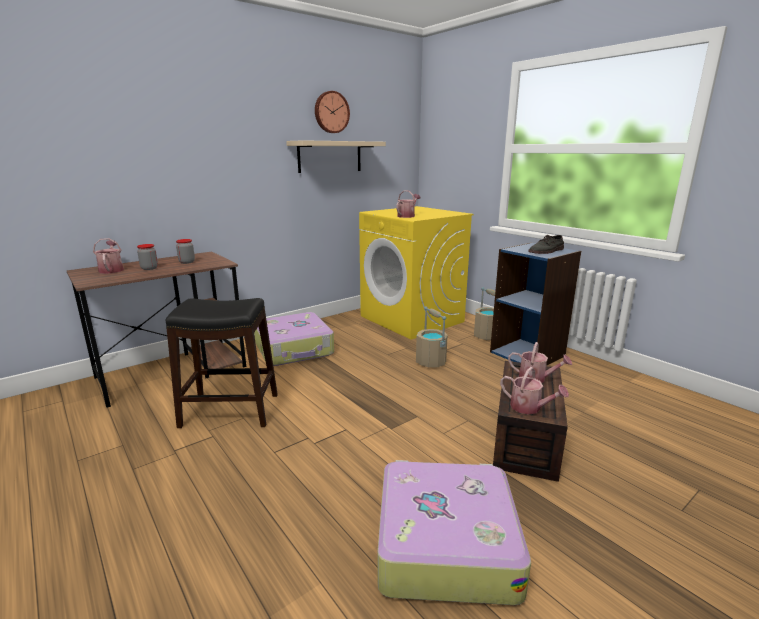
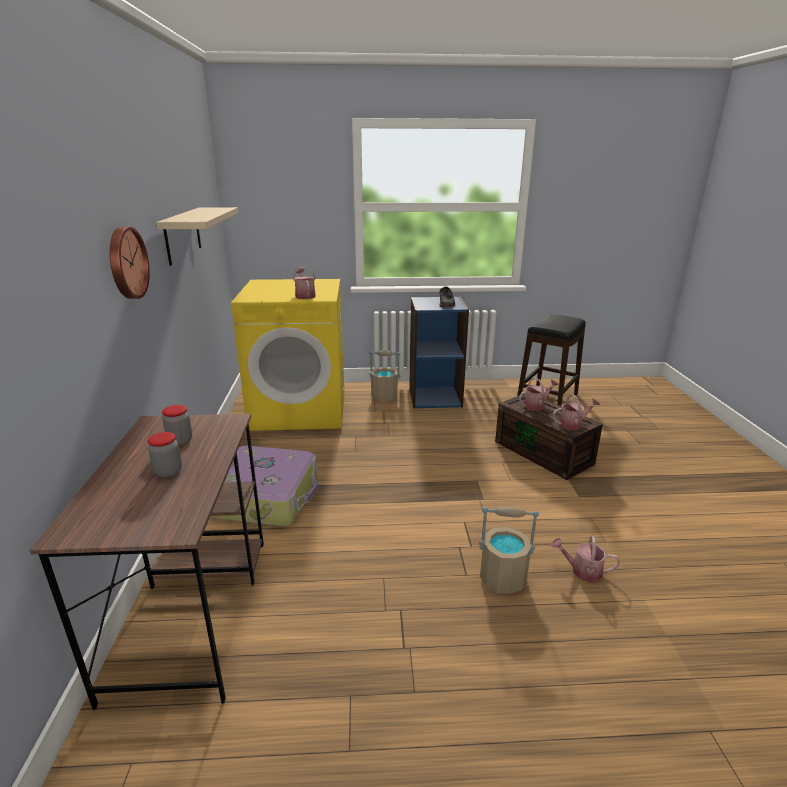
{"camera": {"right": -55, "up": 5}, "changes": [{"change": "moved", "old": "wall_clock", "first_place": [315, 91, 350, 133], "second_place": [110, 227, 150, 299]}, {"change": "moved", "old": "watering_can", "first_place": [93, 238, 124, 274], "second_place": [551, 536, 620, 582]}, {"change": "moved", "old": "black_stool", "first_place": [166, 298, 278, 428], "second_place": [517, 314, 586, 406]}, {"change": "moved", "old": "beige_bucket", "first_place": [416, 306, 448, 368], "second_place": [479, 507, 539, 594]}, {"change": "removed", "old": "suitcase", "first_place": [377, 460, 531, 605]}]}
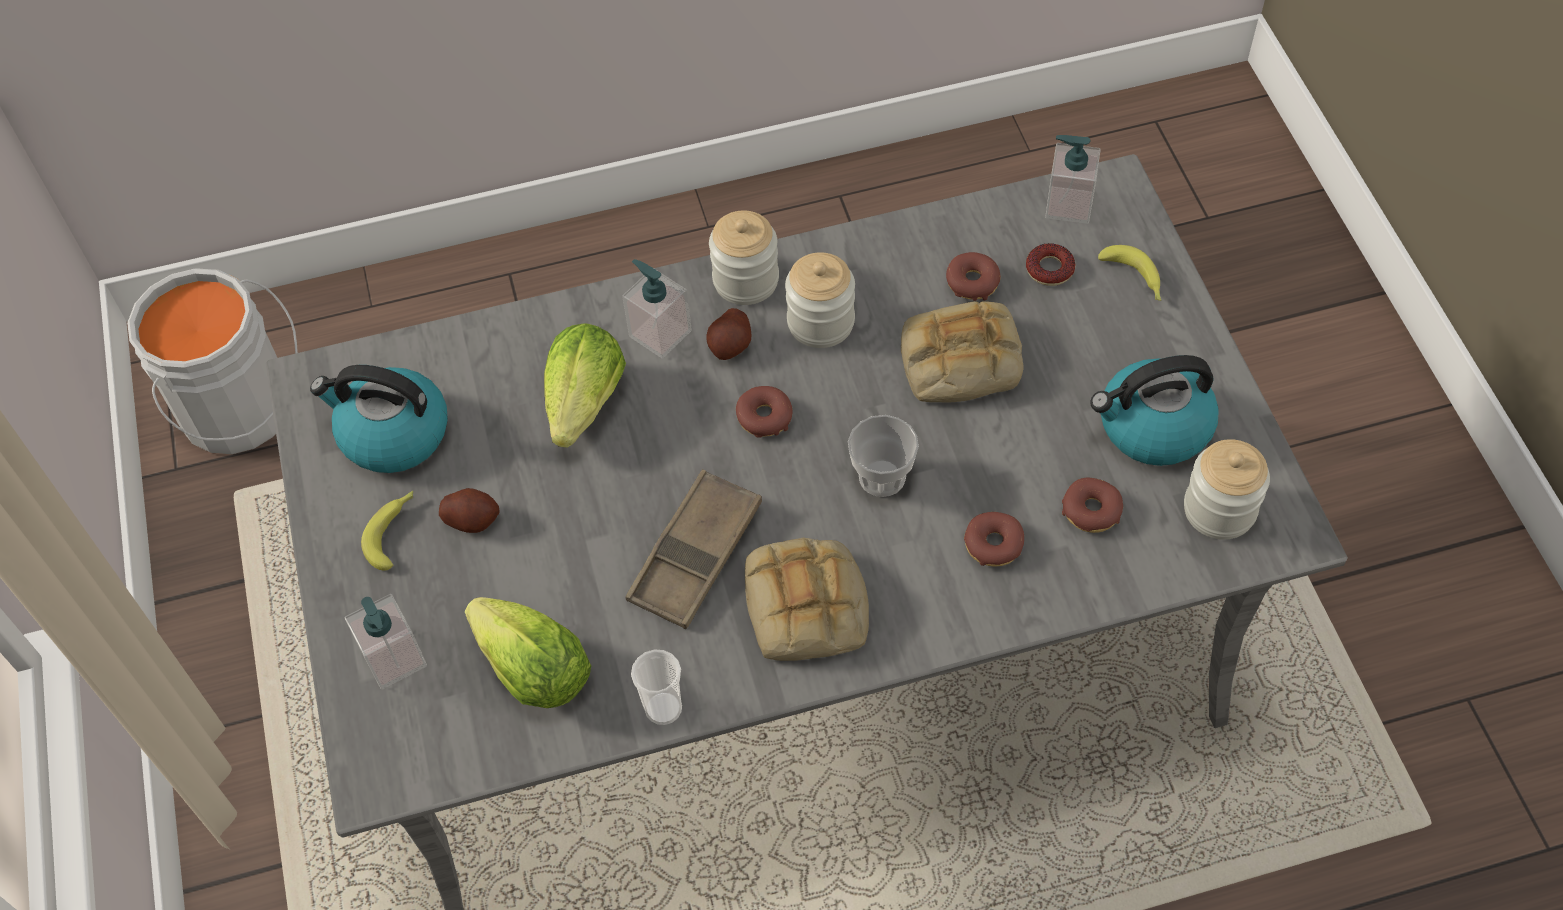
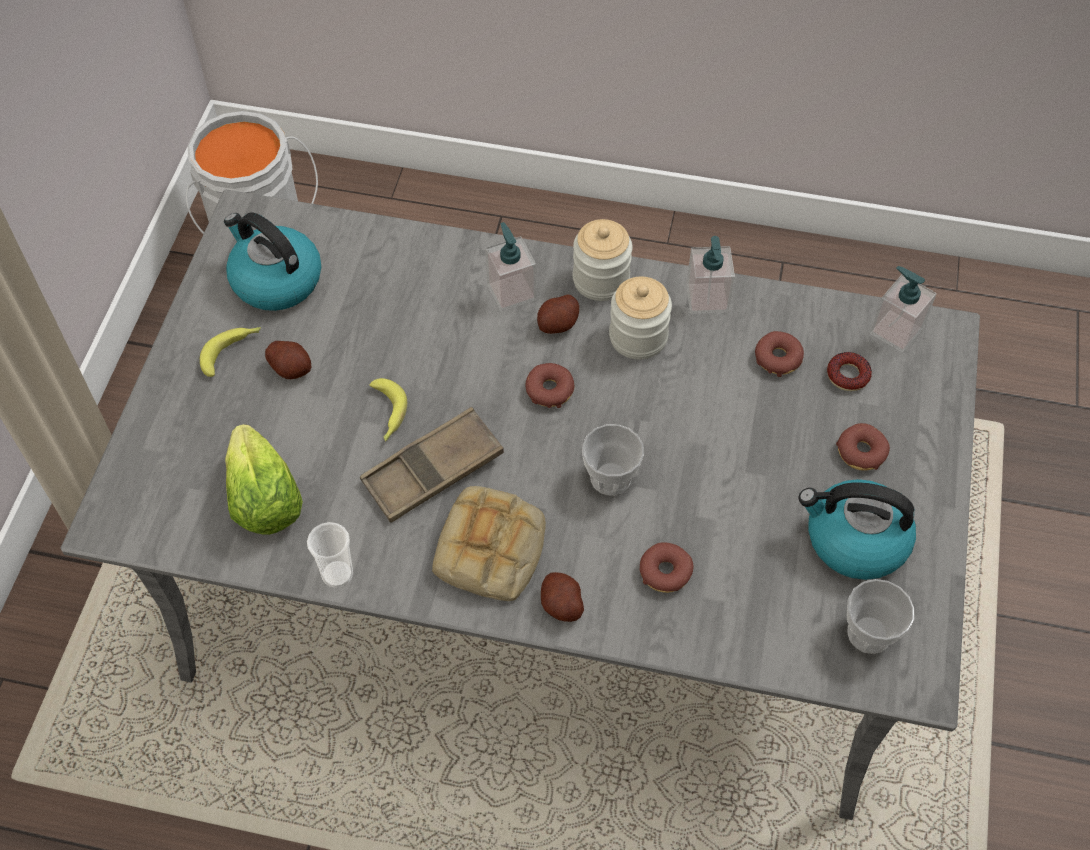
{"camera": {"right": 25, "up": 0}, "changes": [{"change": "moved", "old": "banana", "first_place": [1098, 245, 1161, 301], "second_place": [369, 378, 407, 441]}, {"change": "removed", "old": "bread", "first_place": [901, 301, 1023, 402]}, {"change": "removed", "old": "lettuce", "first_place": [544, 323, 626, 448]}, {"change": "replaced", "old": "jar", "new": "cup", "first_place": [1184, 439, 1270, 540], "second_place": [847, 579, 914, 654]}, {"change": "moved", "old": "donut", "first_place": [1062, 478, 1123, 533], "second_place": [836, 423, 890, 470]}, {"change": "moved", "old": "soap_dispenser", "first_place": [345, 594, 427, 690], "second_place": [686, 236, 735, 314]}, {"change": "added", "new": "potato", "second_place": [541, 572, 584, 622]}]}
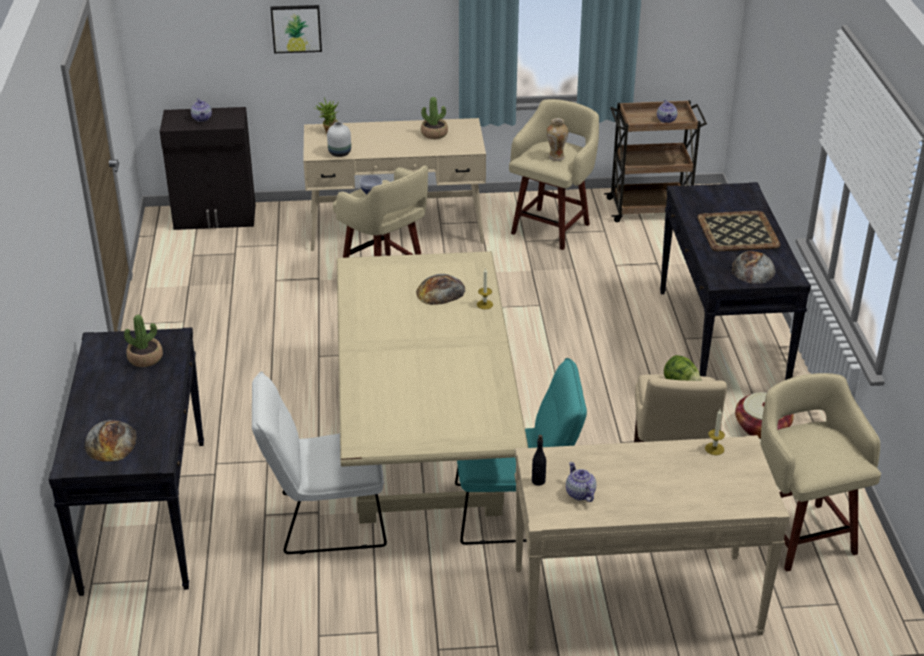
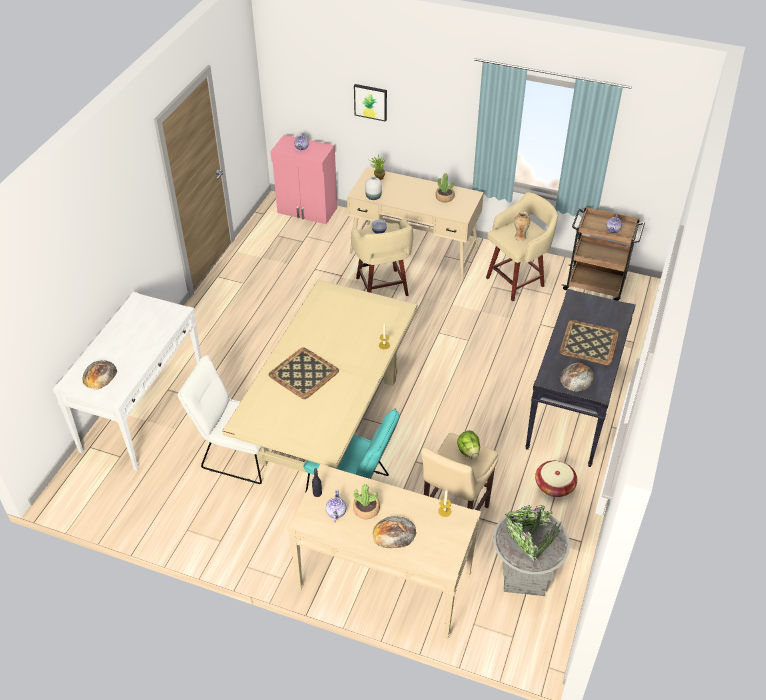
{"camera": {"right": 25, "up": 10}, "changes": [{"change": "recoloured", "old": "black_cabinet", "new": "pink_cabinet", "first_place": [160, 107, 255, 230], "second_place": [270, 135, 337, 224]}, {"change": "moved", "old": "bread", "first_place": [416, 274, 465, 305], "second_place": [373, 516, 417, 548]}, {"change": "moved", "old": "potted_plant", "first_place": [124, 315, 163, 367], "second_place": [353, 484, 380, 519]}, {"change": "recoloured", "old": "black_console_table", "new": "white_console_table", "first_place": [49, 328, 204, 596], "second_place": [53, 292, 201, 471]}, {"change": "replaced", "old": "beige_stool", "new": "grey_planter", "first_place": [761, 373, 881, 572], "second_place": [493, 505, 570, 596]}, {"change": "added", "new": "tray", "second_place": [269, 347, 339, 399]}]}
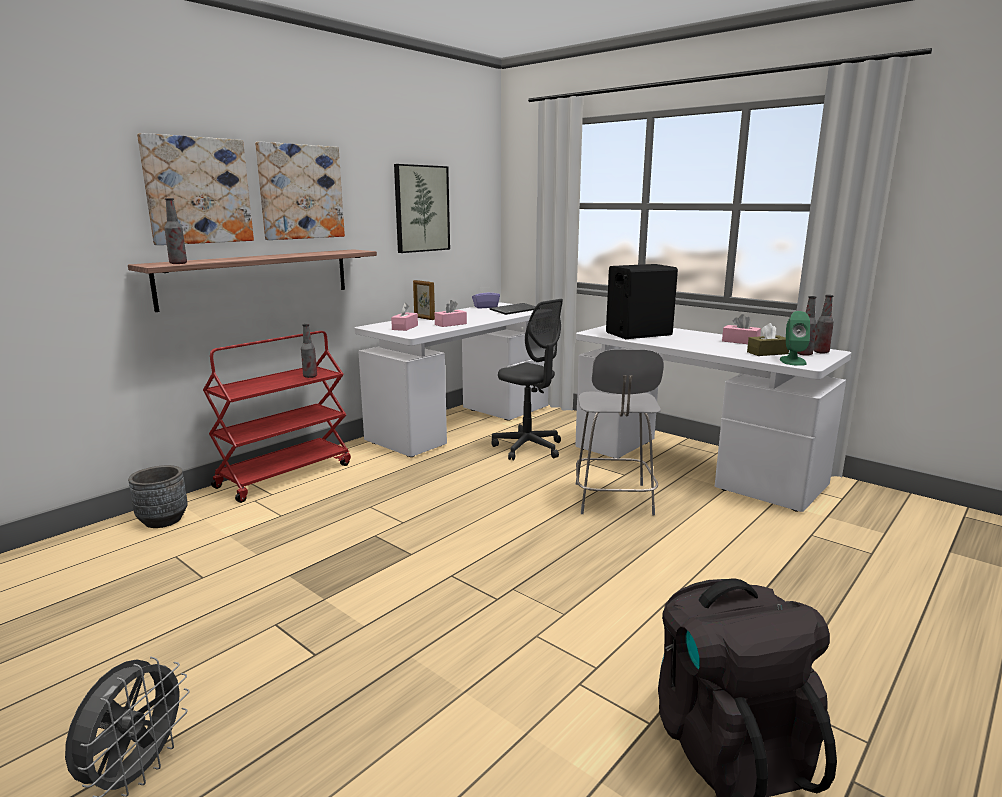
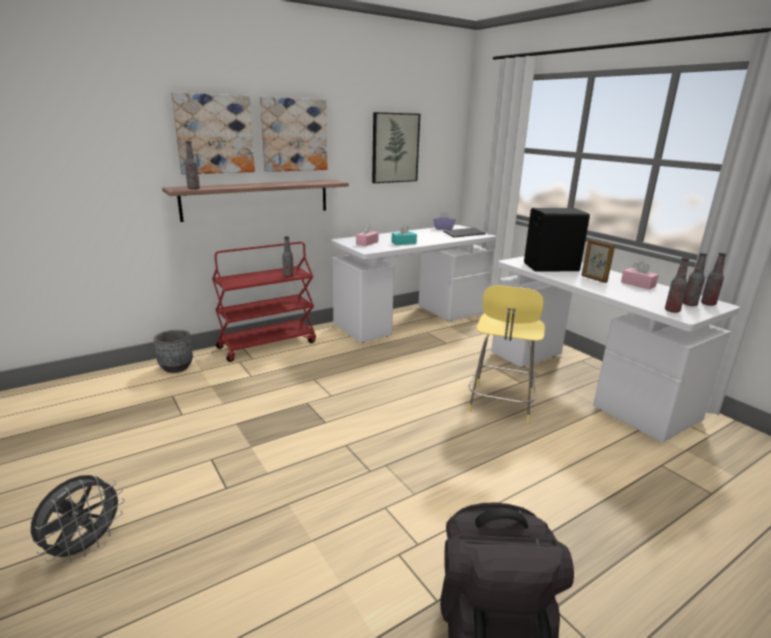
{"camera": {"right": 15, "up": 5}, "changes": [{"change": "moved", "old": "picture_frame", "first_place": [413, 280, 435, 320], "second_place": [581, 239, 615, 283]}, {"change": "removed", "old": "grey_office_chair", "first_place": [491, 299, 563, 461]}, {"change": "recoloured", "old": "pink_tissue_box", "new": "turquoise_tissue_box", "first_place": [435, 300, 467, 327], "second_place": [392, 224, 417, 245]}, {"change": "replaced", "old": "green_speaker", "new": "bottle", "first_place": [780, 311, 810, 366], "second_place": [665, 257, 690, 313]}, {"change": "removed", "old": "brown_tissue_box", "first_place": [747, 323, 789, 356]}, {"change": "recoloured", "old": "grey_stool", "new": "yellow_stool", "first_place": [576, 349, 664, 516], "second_place": [468, 285, 545, 423]}]}
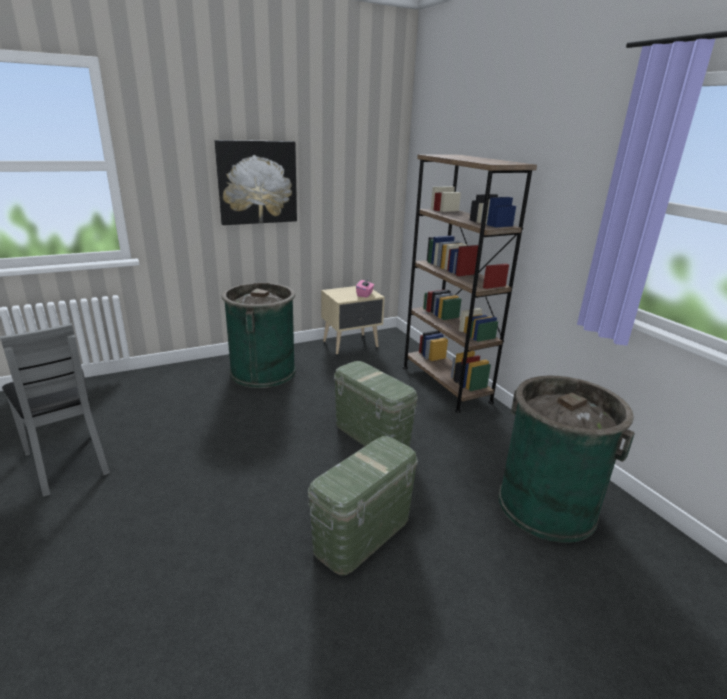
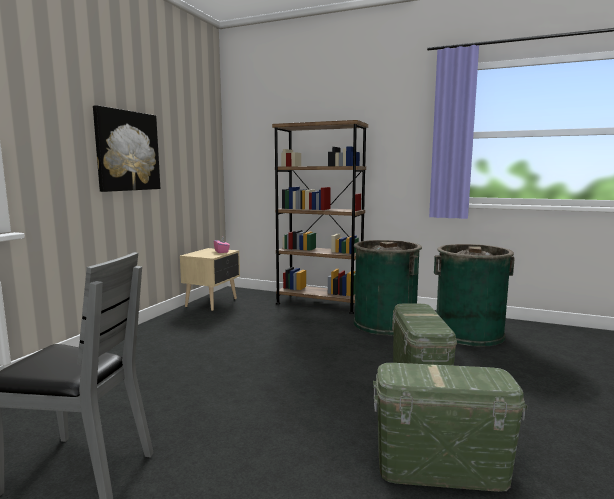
{"camera": {"right": -40, "up": -15}, "changes": [{"change": "moved", "old": "green_trash_can", "first_place": [222, 283, 296, 388], "second_place": [354, 240, 422, 335]}, {"change": "moved", "old": "green_storage_box", "first_place": [334, 361, 418, 447], "second_place": [373, 363, 528, 492]}]}
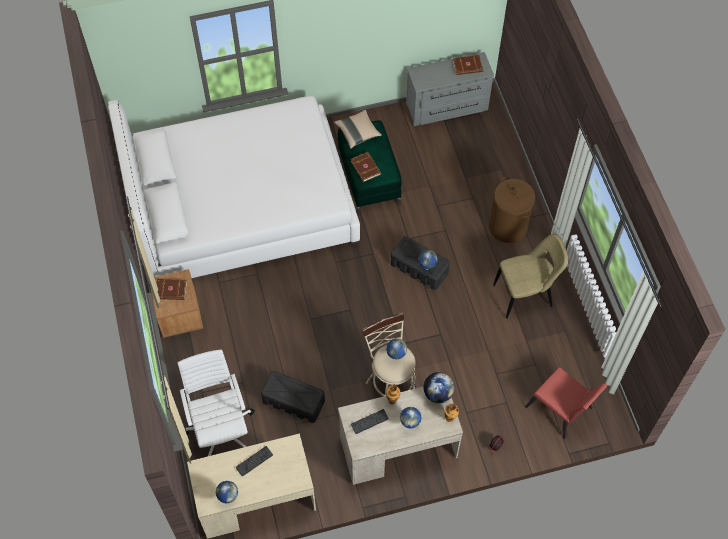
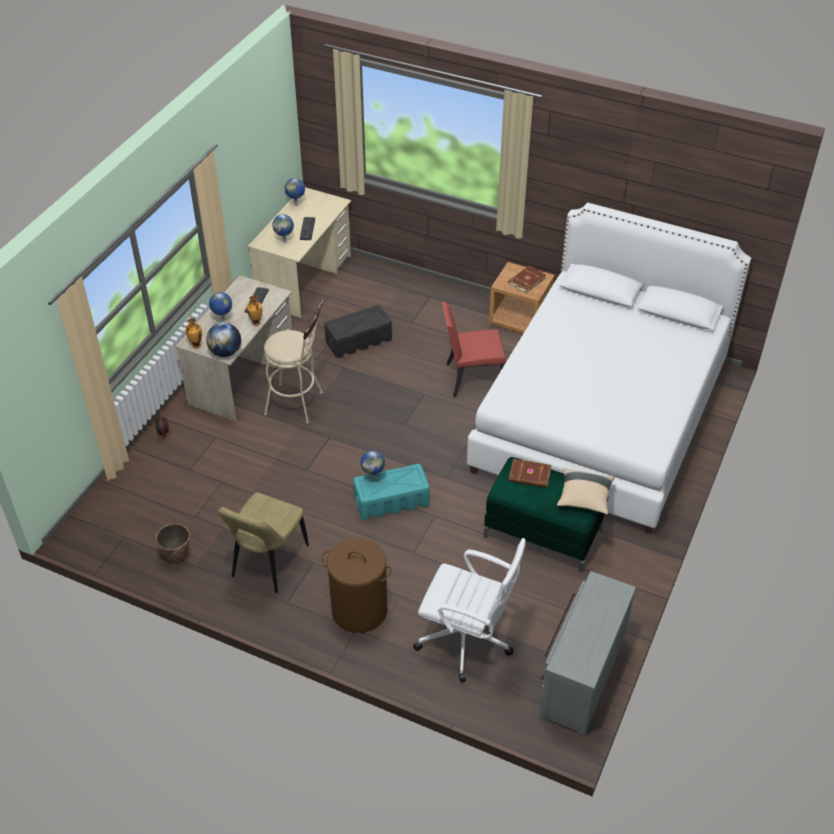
{"camera": {"right": 130, "up": -15}, "changes": [{"change": "removed", "old": "brown_book", "first_place": [453, 55, 483, 75]}, {"change": "recoloured", "old": "black_storage_box", "new": "turquoise_storage_box", "first_place": [391, 236, 450, 290], "second_place": [353, 464, 430, 520]}, {"change": "moved", "old": "globe", "first_place": [386, 338, 407, 359], "second_place": [272, 214, 294, 243]}, {"change": "moved", "old": "white_office_chair", "first_place": [177, 349, 255, 456], "second_place": [413, 538, 526, 682]}, {"change": "moved", "old": "red_chair", "first_place": [525, 367, 608, 440], "second_place": [442, 302, 506, 397]}, {"change": "added", "new": "planter", "second_place": [156, 524, 190, 563]}]}
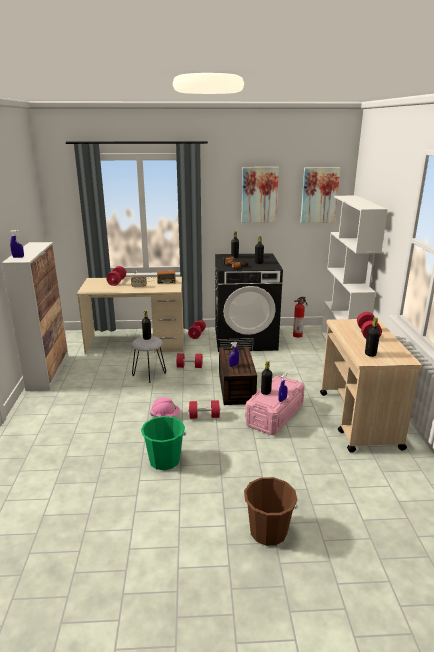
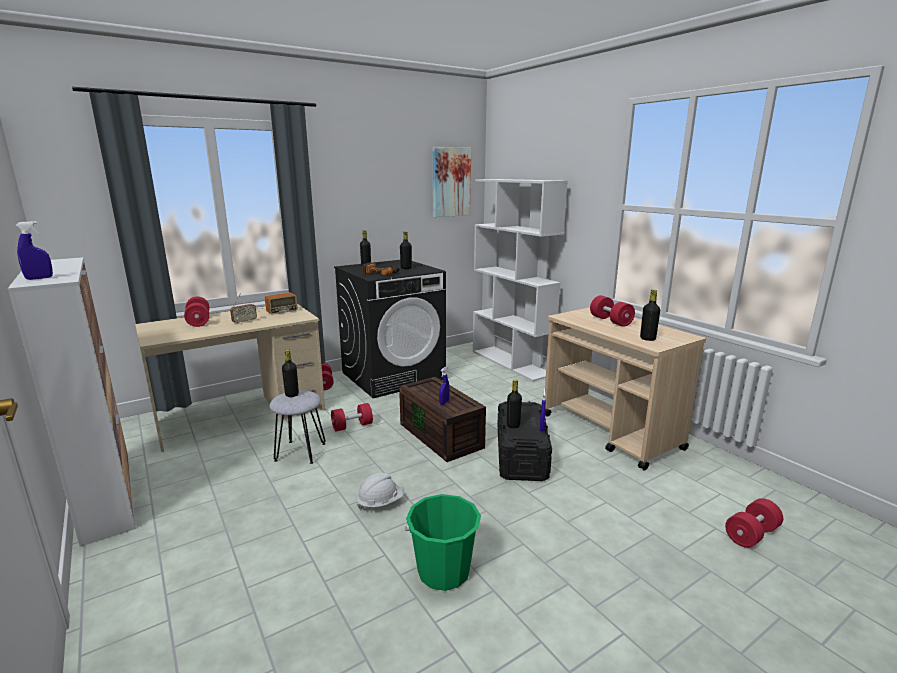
{"camera": {"right": -30, "up": -5}, "changes": [{"change": "removed", "old": "picture", "first_place": [241, 167, 279, 223]}, {"change": "removed", "old": "fire_extinguisher", "first_place": [293, 297, 307, 338]}, {"change": "recoloured", "old": "pink_storage_box", "new": "black_storage_box", "first_place": [245, 376, 305, 435], "second_place": [497, 401, 552, 481]}, {"change": "recoloured", "old": "pink_hard_hat", "new": "white_hard_hat", "first_place": [150, 397, 180, 417], "second_place": [356, 473, 404, 510]}, {"change": "moved", "old": "red_dumbbell", "first_place": [188, 400, 221, 419], "second_place": [725, 498, 783, 548]}, {"change": "removed", "old": "brown_bucket", "first_place": [244, 477, 298, 546]}]}
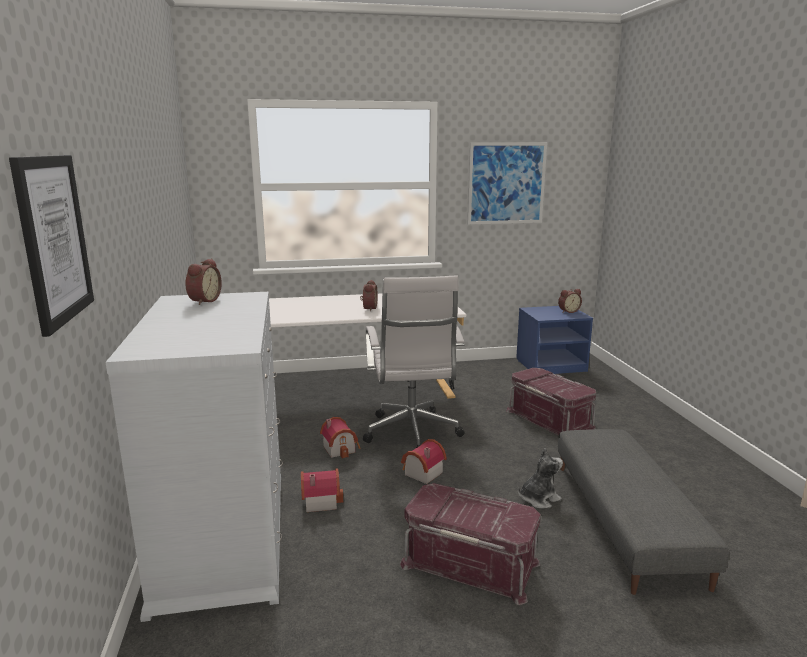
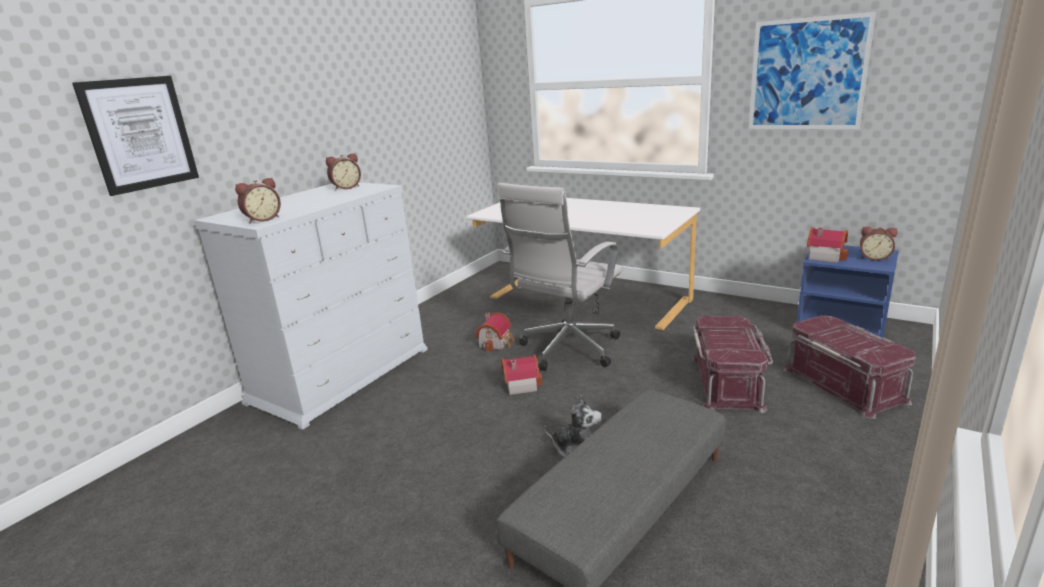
{"camera": {"right": 45, "up": 5}, "changes": [{"change": "moved", "old": "alarm_clock", "first_place": [360, 280, 378, 311], "second_place": [235, 177, 281, 224]}, {"change": "moved", "old": "toy_house", "first_place": [301, 468, 343, 512], "second_place": [807, 227, 849, 263]}, {"change": "moved", "old": "red_storage_box", "first_place": [400, 483, 541, 605], "second_place": [783, 315, 916, 419]}]}
